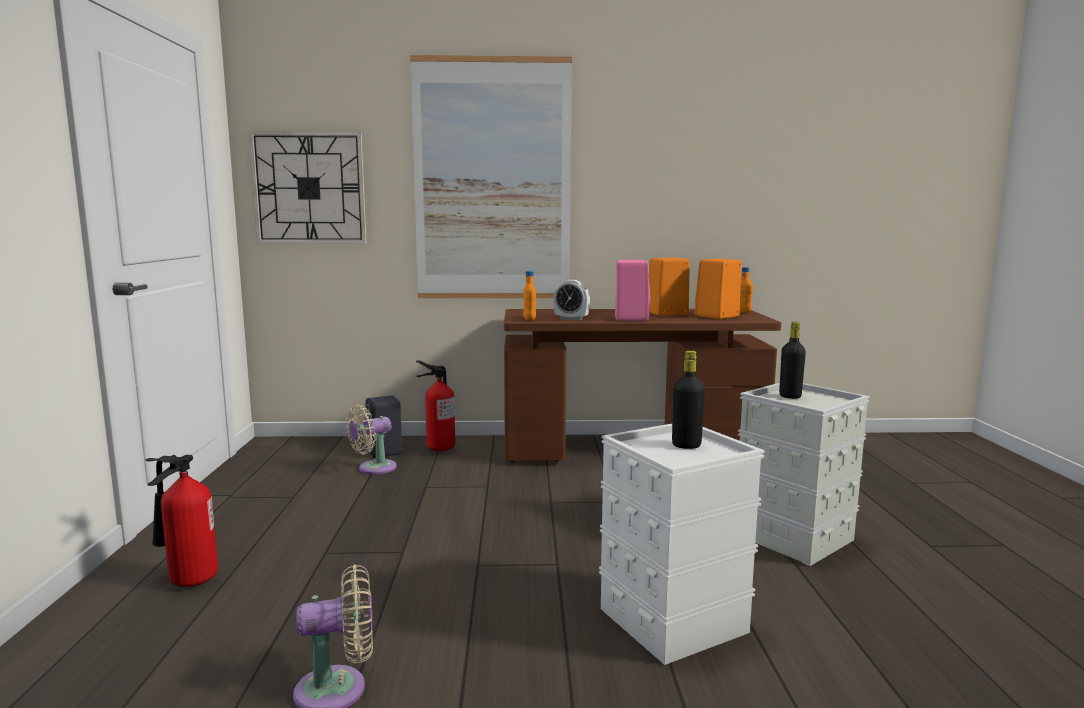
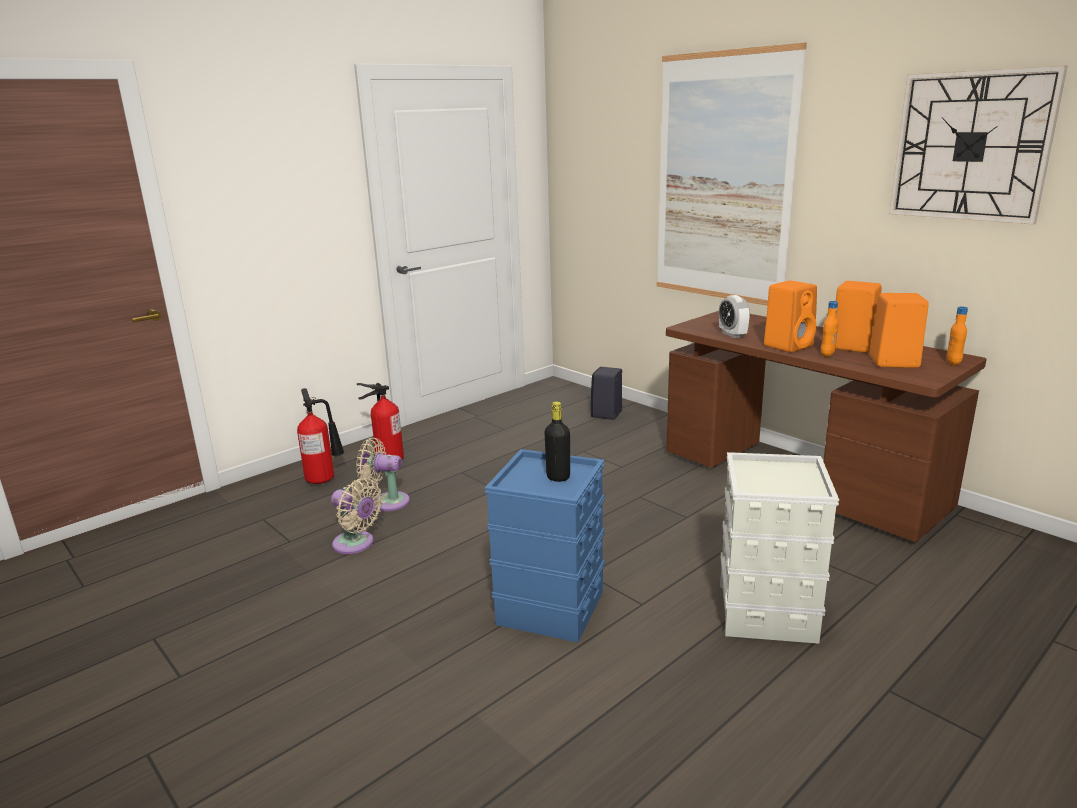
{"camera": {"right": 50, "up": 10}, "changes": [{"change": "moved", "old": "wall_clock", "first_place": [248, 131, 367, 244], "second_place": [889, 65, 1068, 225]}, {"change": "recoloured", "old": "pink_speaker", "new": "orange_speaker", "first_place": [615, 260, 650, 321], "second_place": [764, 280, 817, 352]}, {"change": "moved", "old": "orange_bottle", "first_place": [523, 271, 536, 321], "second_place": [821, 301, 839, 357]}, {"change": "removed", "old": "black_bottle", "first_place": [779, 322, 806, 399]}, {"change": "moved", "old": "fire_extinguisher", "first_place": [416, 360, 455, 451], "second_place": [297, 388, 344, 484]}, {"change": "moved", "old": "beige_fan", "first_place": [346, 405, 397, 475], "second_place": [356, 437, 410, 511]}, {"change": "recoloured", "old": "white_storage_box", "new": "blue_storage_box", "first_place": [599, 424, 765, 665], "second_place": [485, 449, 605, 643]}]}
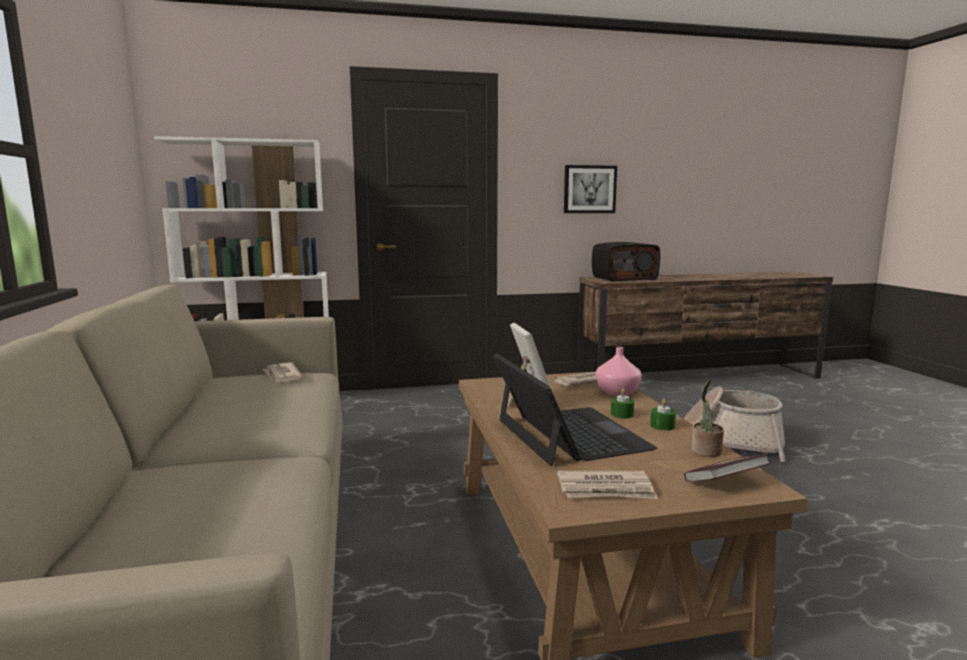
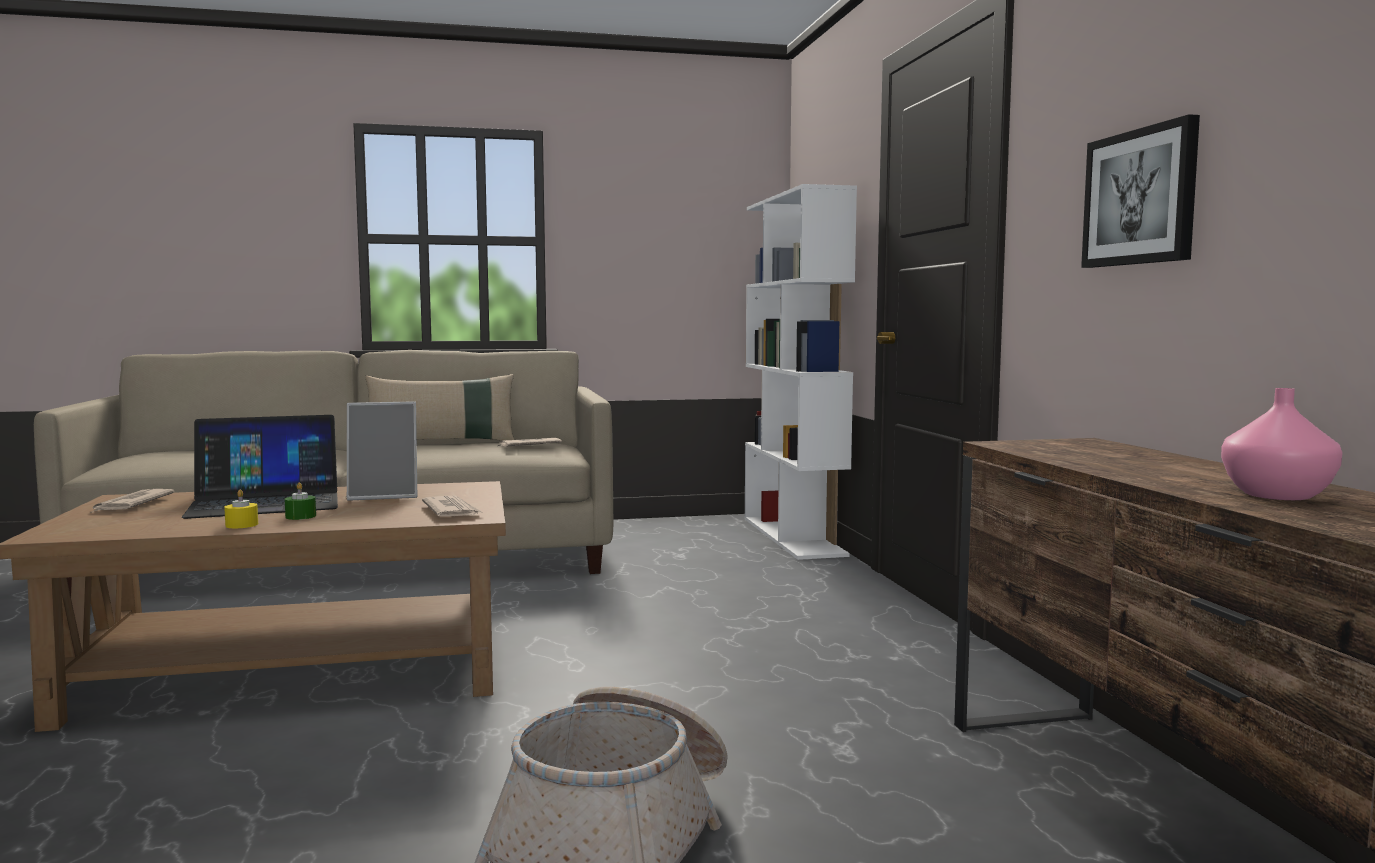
{"camera": {"right": 90, "up": -5}, "changes": [{"change": "removed", "old": "radio", "first_place": [592, 242, 660, 282]}, {"change": "moved", "old": "pink_vase", "first_place": [596, 347, 642, 396], "second_place": [1221, 388, 1343, 500]}, {"change": "removed", "old": "potted_plant", "first_place": [692, 379, 724, 457]}, {"change": "recoloured", "old": "green_candle", "new": "yellow_candle", "first_place": [650, 399, 676, 431], "second_place": [224, 490, 258, 528]}, {"change": "removed", "old": "book", "first_place": [684, 455, 771, 482]}, {"change": "added", "new": "beige_pillow", "second_place": [365, 374, 514, 441]}]}
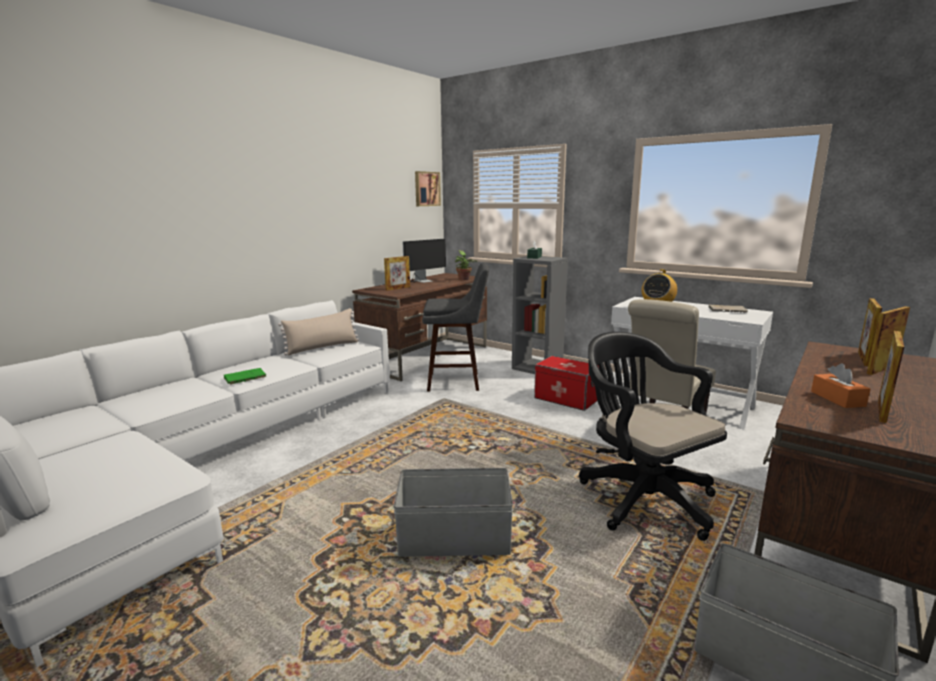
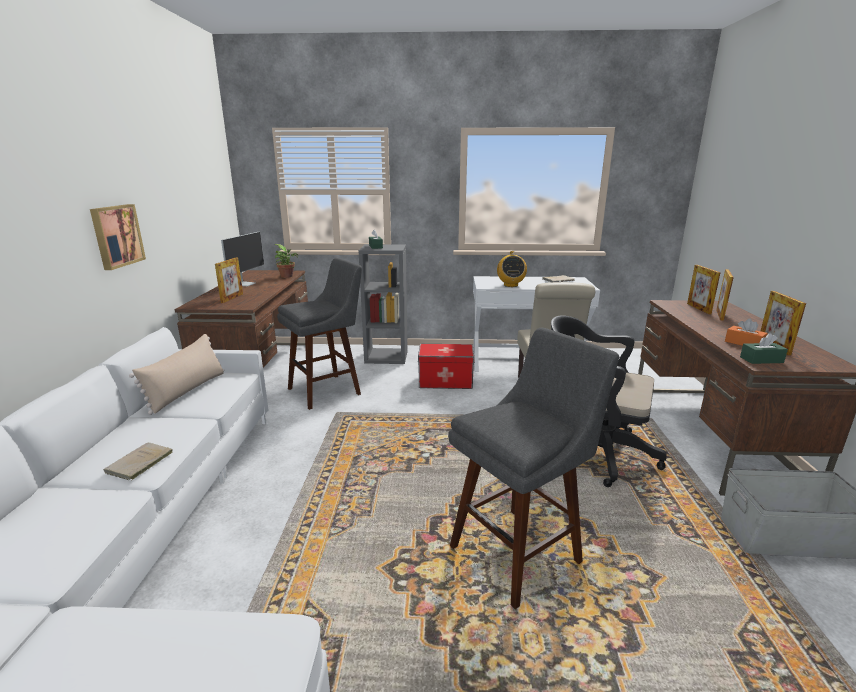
{"camera": {"right": -35, "up": 5}, "changes": [{"change": "moved", "old": "picture", "first_place": [415, 171, 441, 206], "second_place": [90, 204, 146, 270]}, {"change": "recoloured", "old": "green_book", "new": "beige_book", "first_place": [224, 368, 266, 385], "second_place": [103, 442, 173, 481]}, {"change": "replaced", "old": "grey_storage_box", "new": "grey_stool", "first_place": [393, 468, 513, 557], "second_place": [448, 328, 619, 609]}, {"change": "added", "new": "green_tissue_box", "second_place": [740, 333, 788, 364]}]}
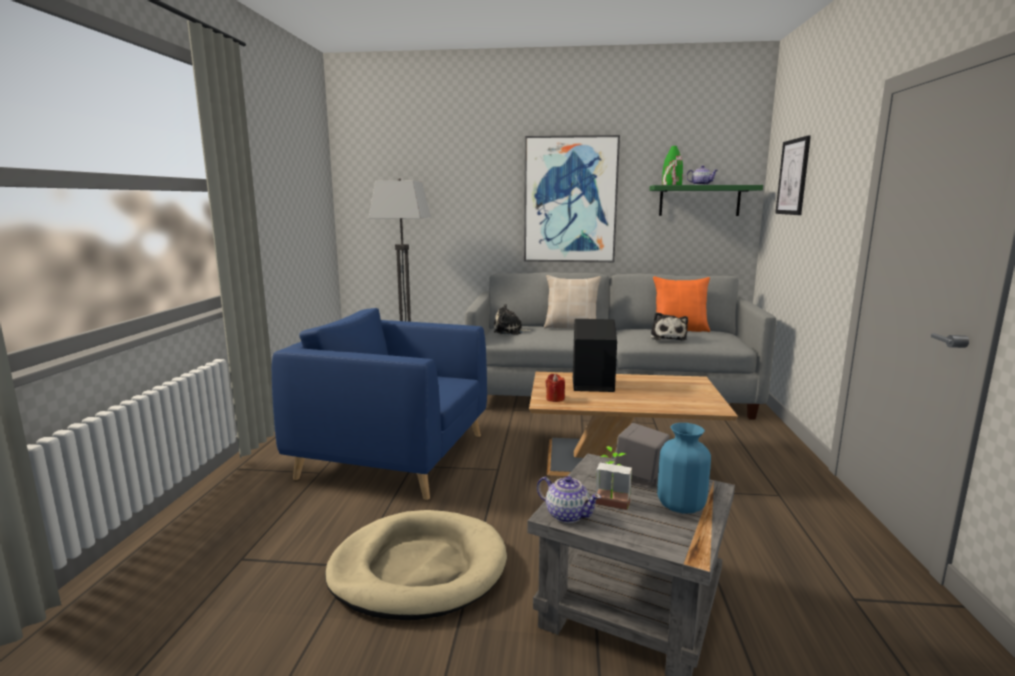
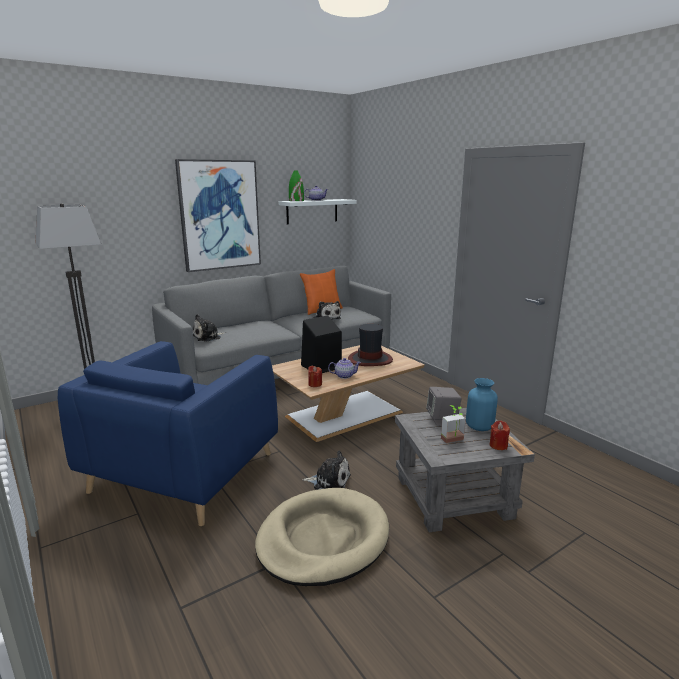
{"camera": {"right": -40, "up": 5}, "changes": [{"change": "removed", "old": "picture", "first_place": [775, 136, 811, 215]}, {"change": "recoloured", "old": "green_shelf", "new": "white_shelf", "first_place": [649, 185, 763, 216], "second_place": [279, 199, 357, 224]}, {"change": "removed", "old": "beige_pillow", "first_place": [544, 275, 601, 329]}, {"change": "turned", "old": "blue_armchair", "first_place": [272, 308, 487, 500], "second_place": [58, 341, 278, 526], "degrees": -45}, {"change": "moved", "old": "teapot", "first_place": [537, 476, 601, 523], "second_place": [328, 358, 361, 379]}, {"change": "added", "new": "hat", "second_place": [348, 324, 393, 366]}, {"change": "added", "new": "red_candle", "second_place": [489, 420, 510, 450]}, {"change": "added", "new": "plush_toy", "second_place": [302, 451, 351, 490]}]}
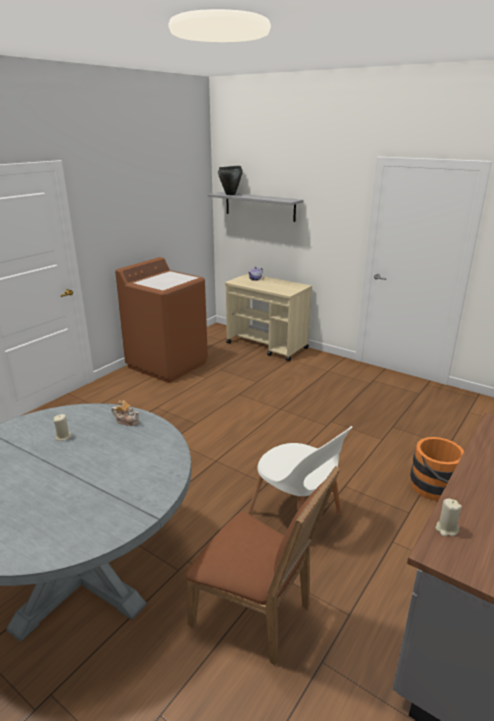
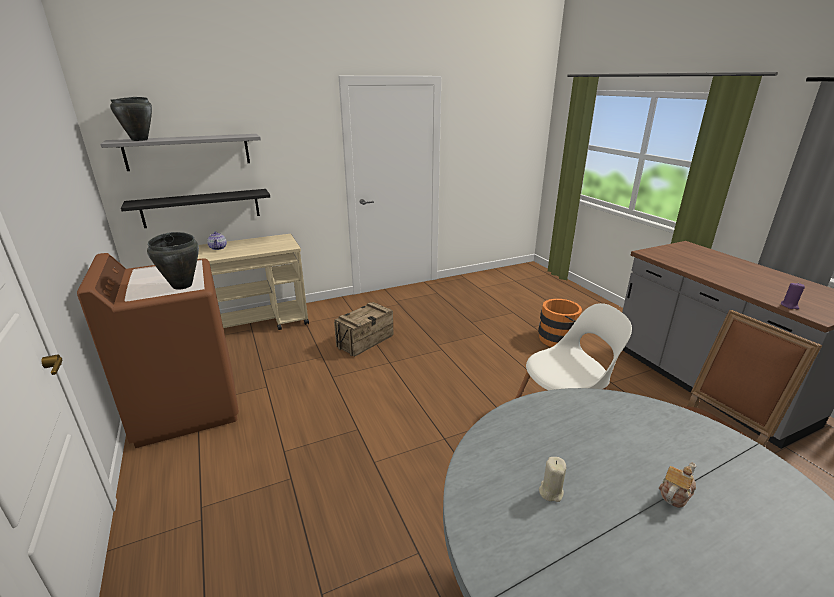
{"camera": {"right": -60, "up": 0}, "changes": [{"change": "moved", "old": "teapot", "first_place": [111, 400, 139, 426], "second_place": [659, 462, 696, 508]}, {"change": "recoloured", "old": "beige_candle", "new": "purple_candle", "first_place": [435, 499, 462, 536], "second_place": [781, 282, 805, 309]}, {"change": "added", "new": "black_shelf", "second_place": [121, 189, 270, 228]}, {"change": "added", "new": "black_cooking_pot", "second_place": [147, 232, 199, 290]}, {"change": "added", "new": "crate", "second_place": [334, 302, 394, 356]}]}
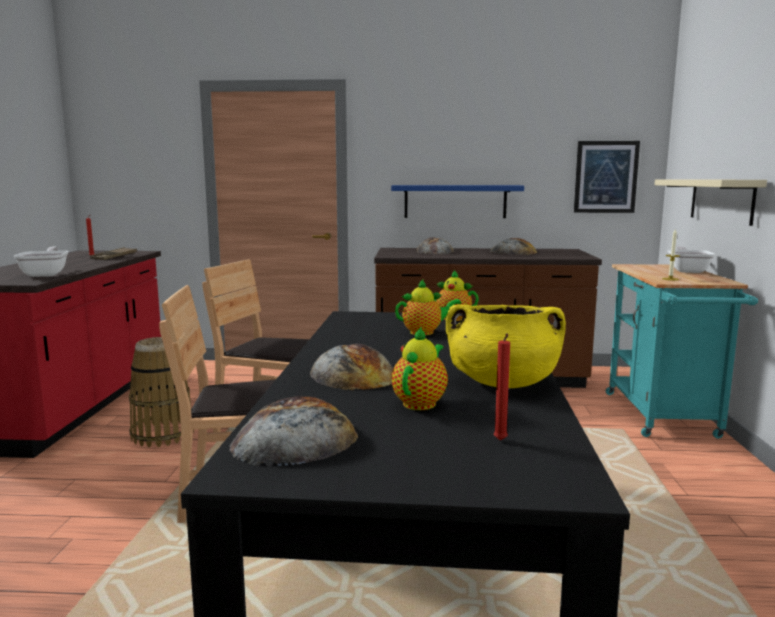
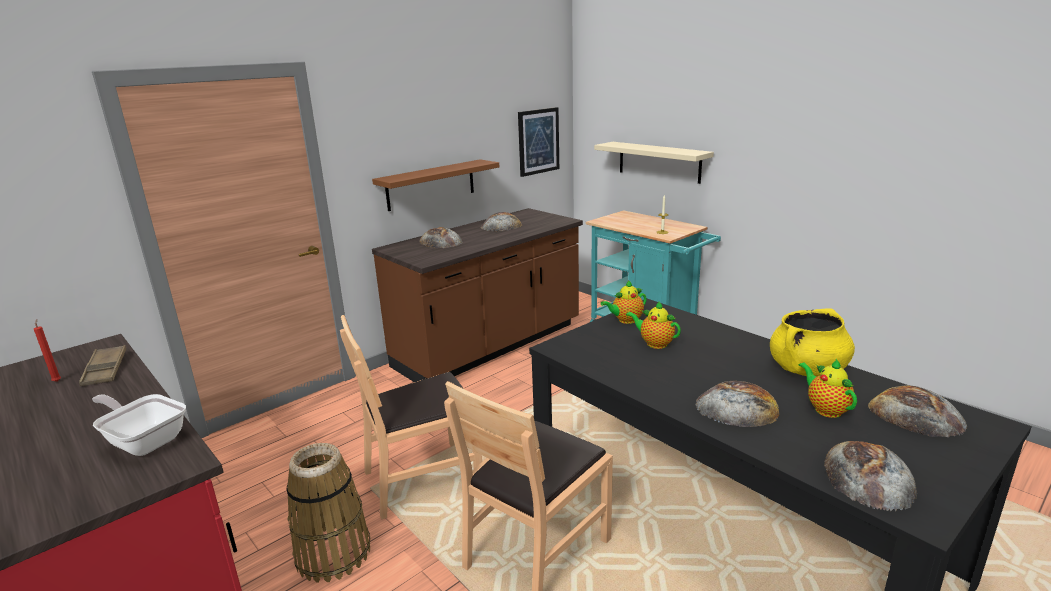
{"camera": {"right": -45, "up": 10}, "changes": [{"change": "recoloured", "old": "blue_shelf", "new": "brown_shelf", "first_place": [391, 185, 524, 218], "second_place": [372, 159, 499, 211]}, {"change": "removed", "old": "frying_pan", "first_place": [668, 246, 715, 273]}, {"change": "turned", "old": "teapot", "first_place": [395, 279, 461, 335], "second_place": [626, 301, 681, 349], "degrees": -90}, {"change": "replaced", "old": "red_candle", "new": "bread", "first_place": [493, 333, 510, 441], "second_place": [868, 385, 967, 437]}]}
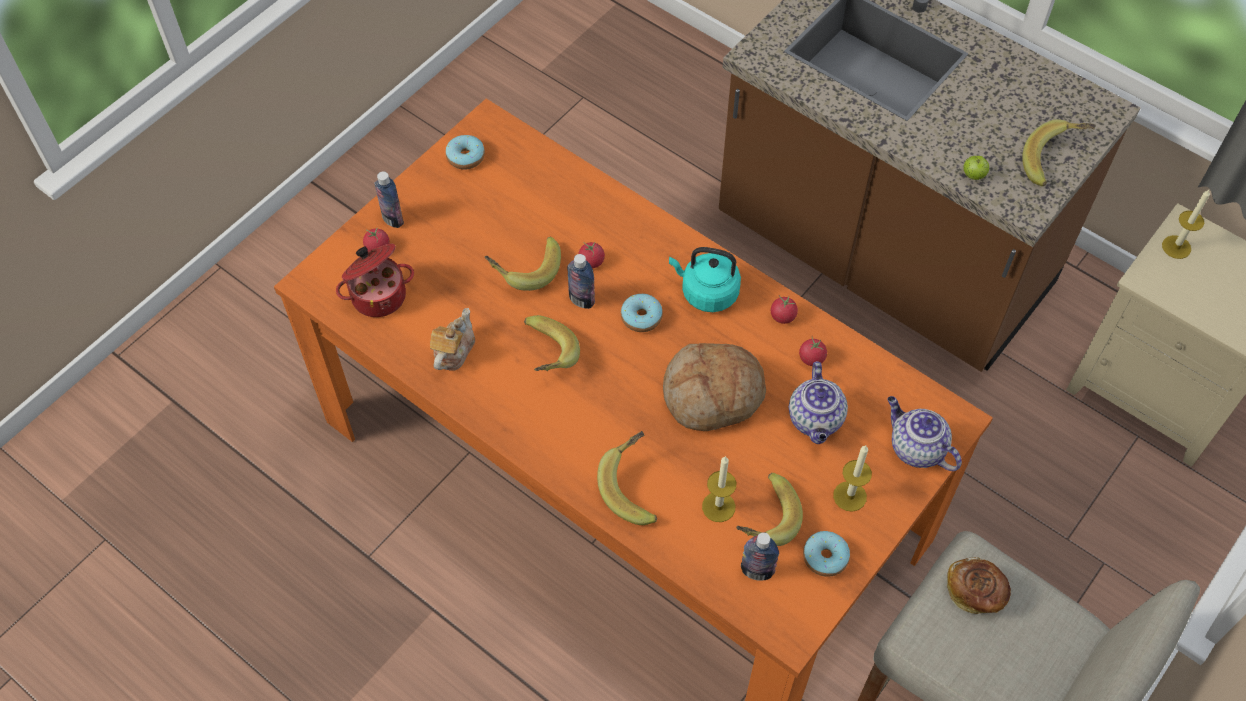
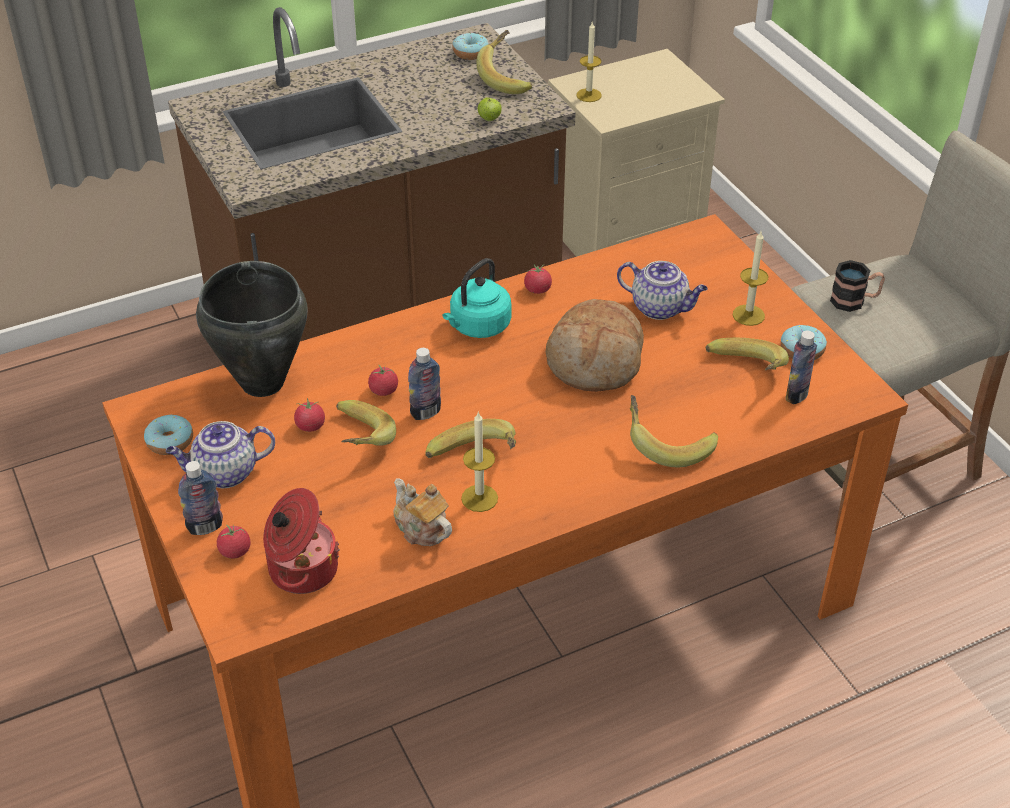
{"camera": {"right": -65, "up": -15}, "changes": [{"change": "moved", "old": "donut", "first_place": [621, 294, 663, 332], "second_place": [452, 33, 488, 60]}, {"change": "moved", "old": "tomato", "first_place": [799, 336, 827, 366], "second_place": [294, 398, 325, 432]}, {"change": "moved", "old": "teapot", "first_place": [887, 396, 962, 471], "second_place": [166, 421, 275, 488]}, {"change": "moved", "old": "candle", "first_place": [702, 456, 736, 522], "second_place": [461, 412, 498, 512]}, {"change": "replaced", "old": "bread", "new": "mug", "first_place": [947, 557, 1011, 614], "second_place": [830, 260, 885, 312]}, {"change": "added", "new": "black_cooking_pot", "second_place": [196, 261, 308, 397]}]}
